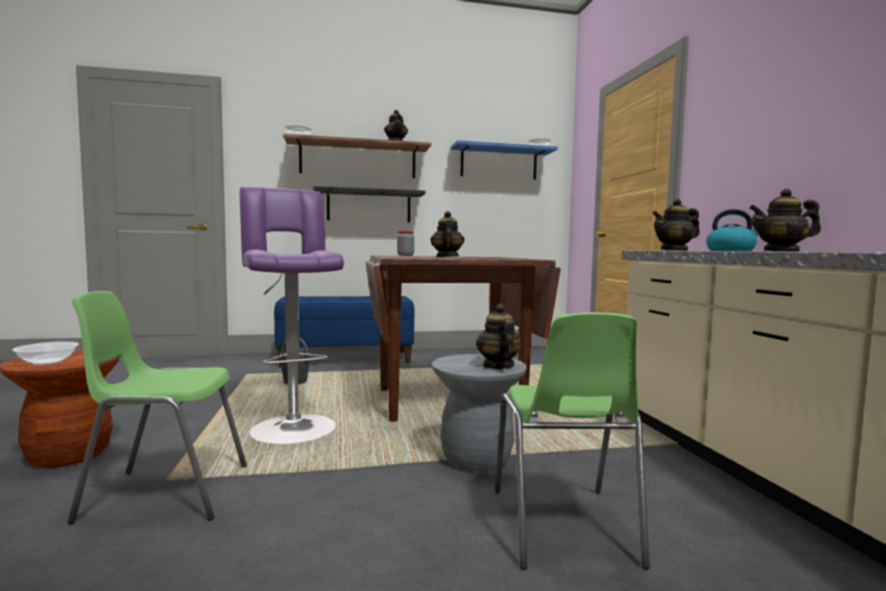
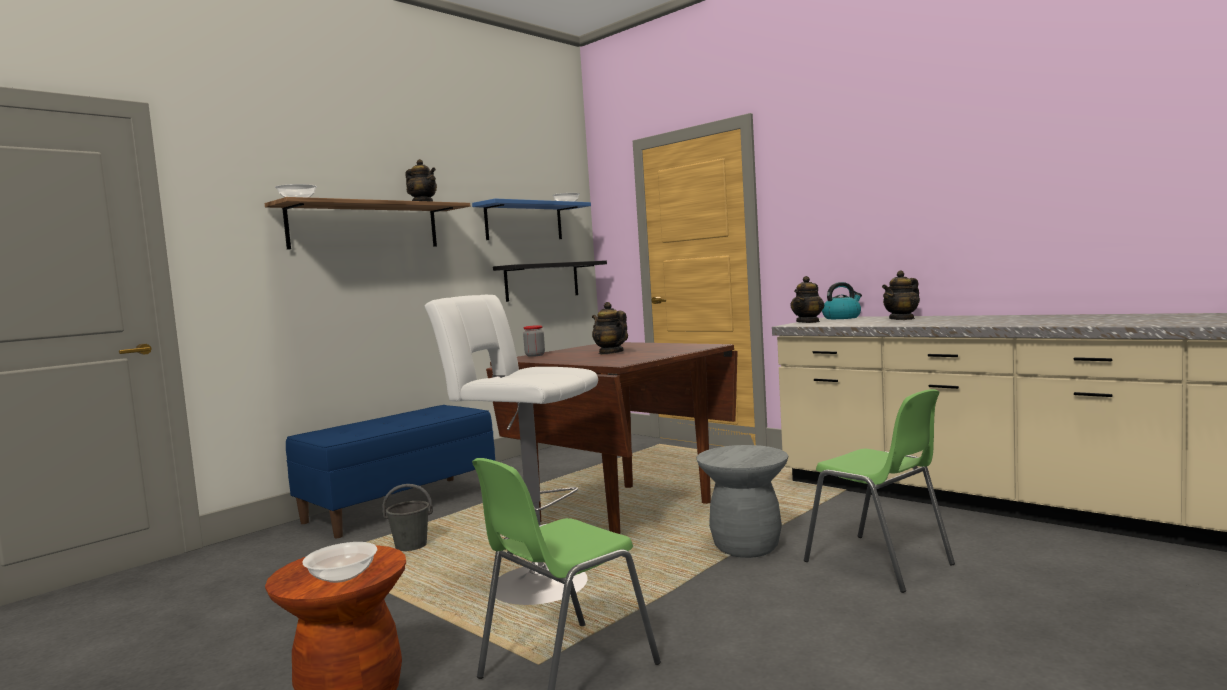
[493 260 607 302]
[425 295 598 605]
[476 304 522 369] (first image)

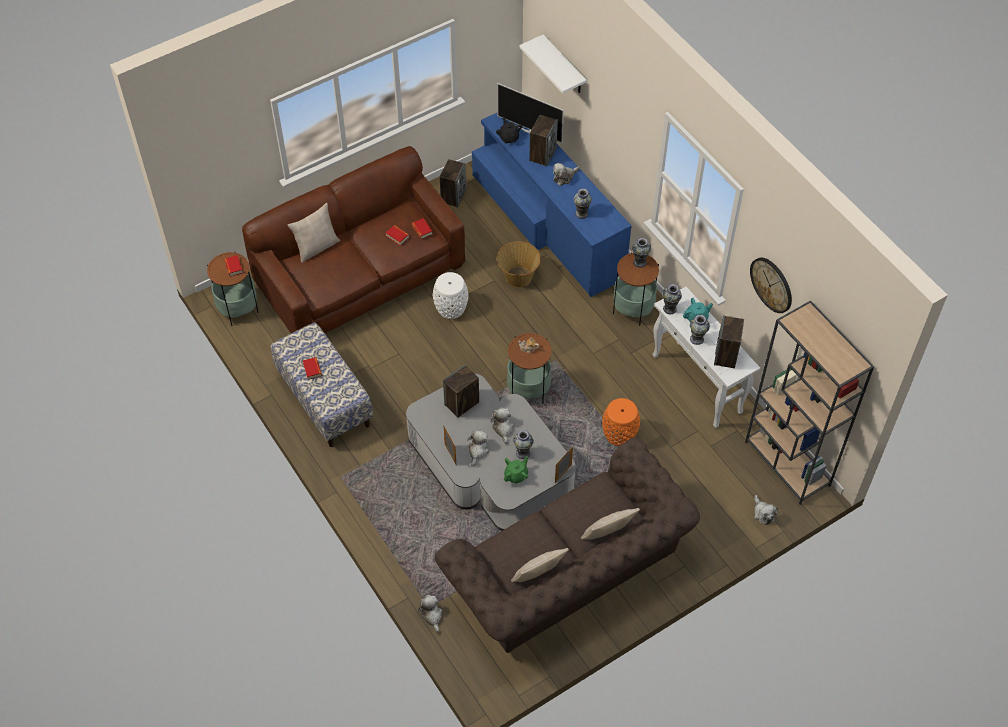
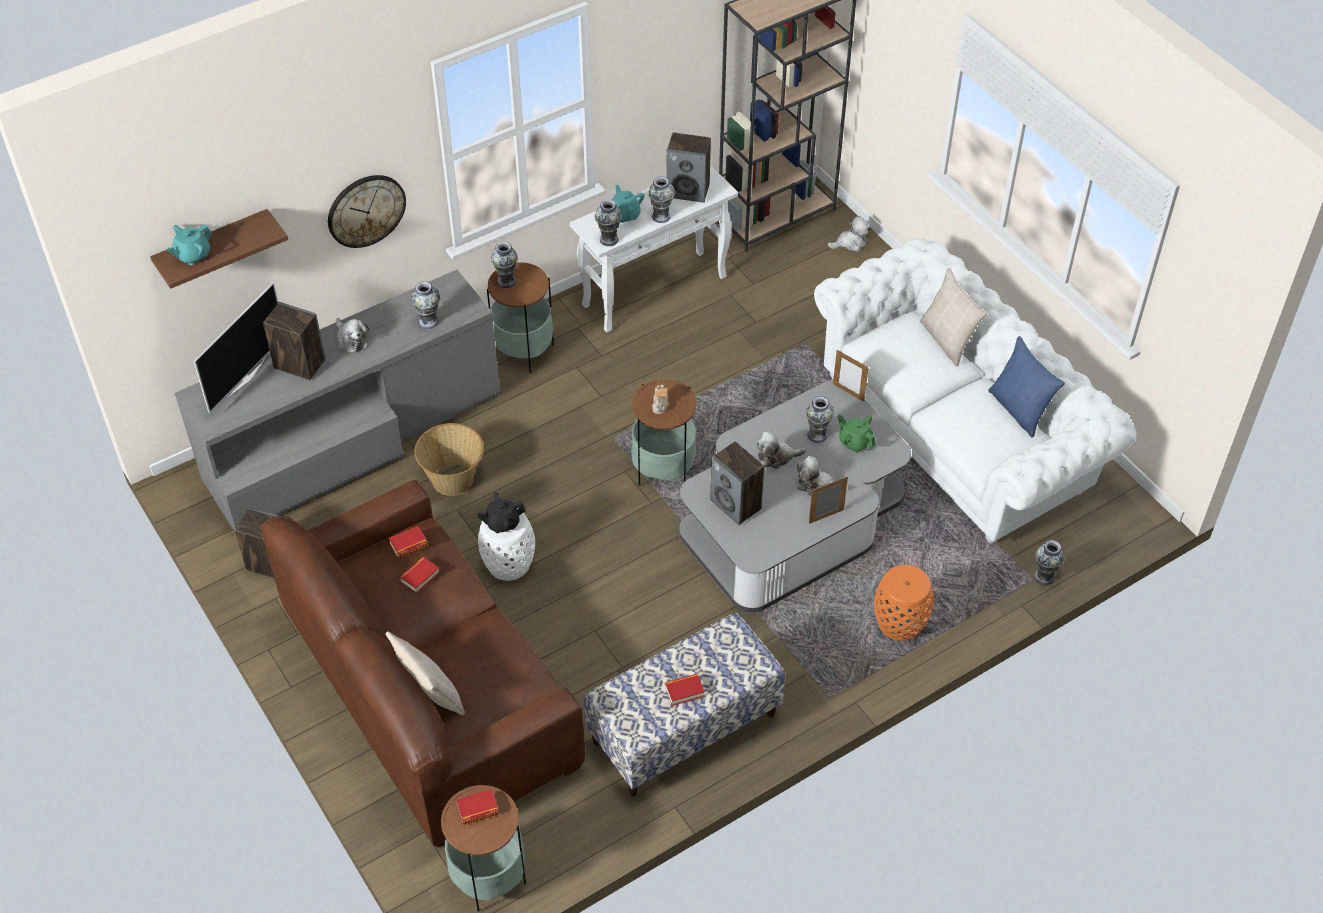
[150 209 288 289]
[175 270 500 532]
[477 492 526 533]
[328 175 406 248]
[874 565 934 641]
[814 238 1137 544]
[988 336 1065 437]
[1034 540 1064 585]
[166 224 212 265]

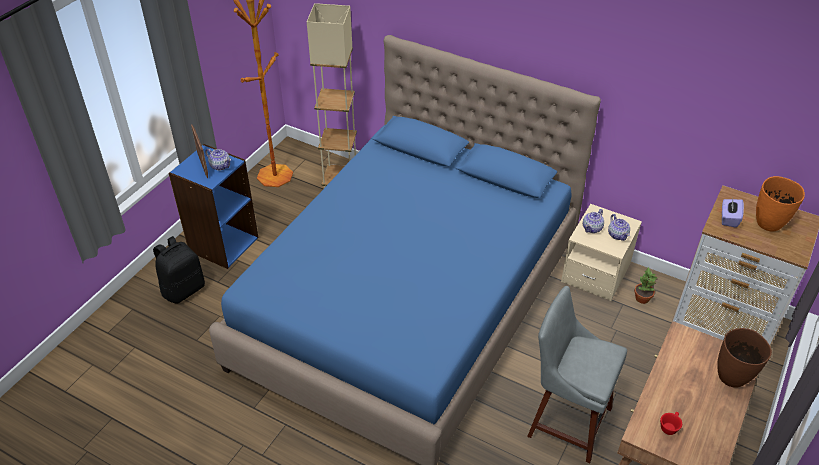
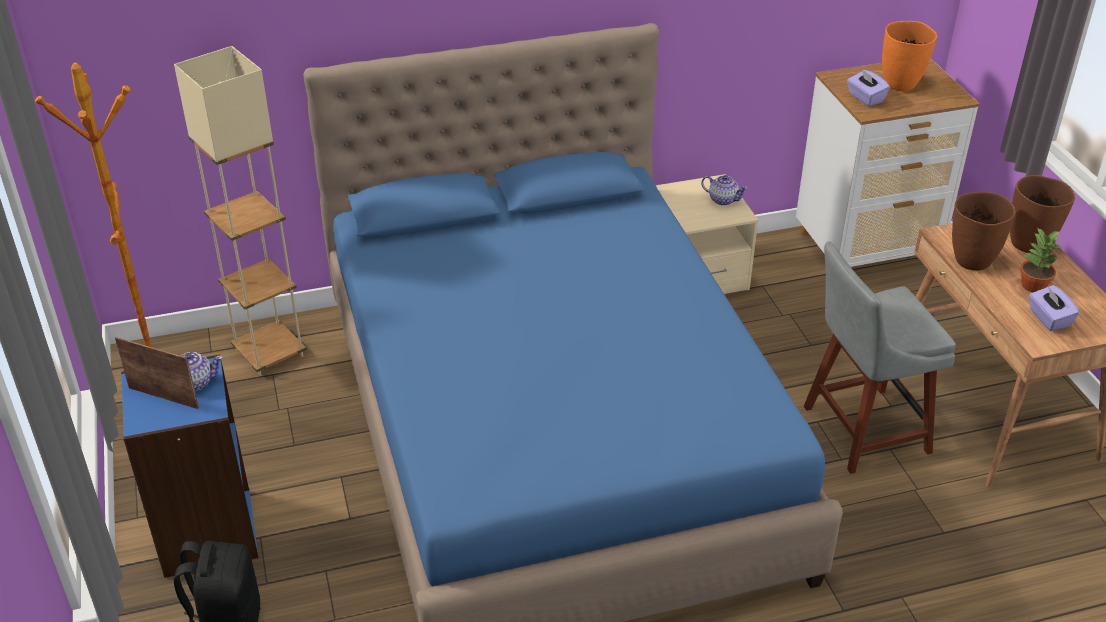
[583 209 604 233] (first image)
[1020 227 1061 292]
[1029 285 1079 331]
[952 192 1016 271]

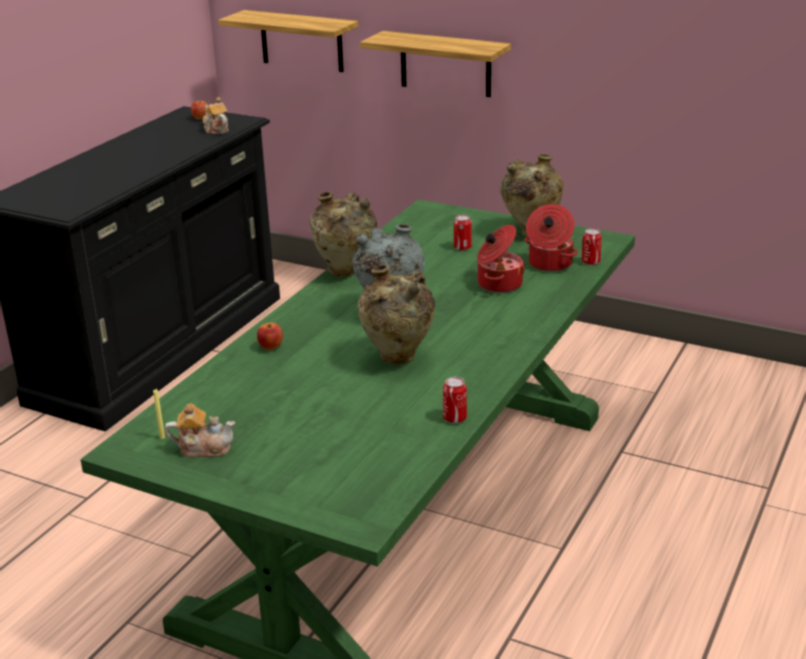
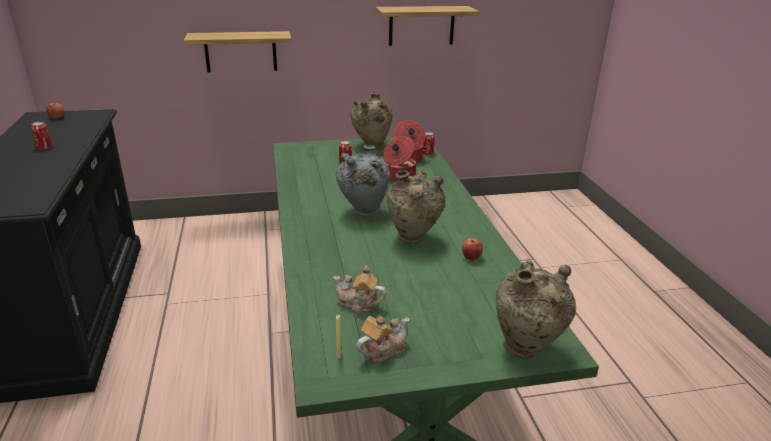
[376 6 479 46]
[333 266 386 313]
[495 260 576 359]
[462 238 483 260]
[31 122 52 150]

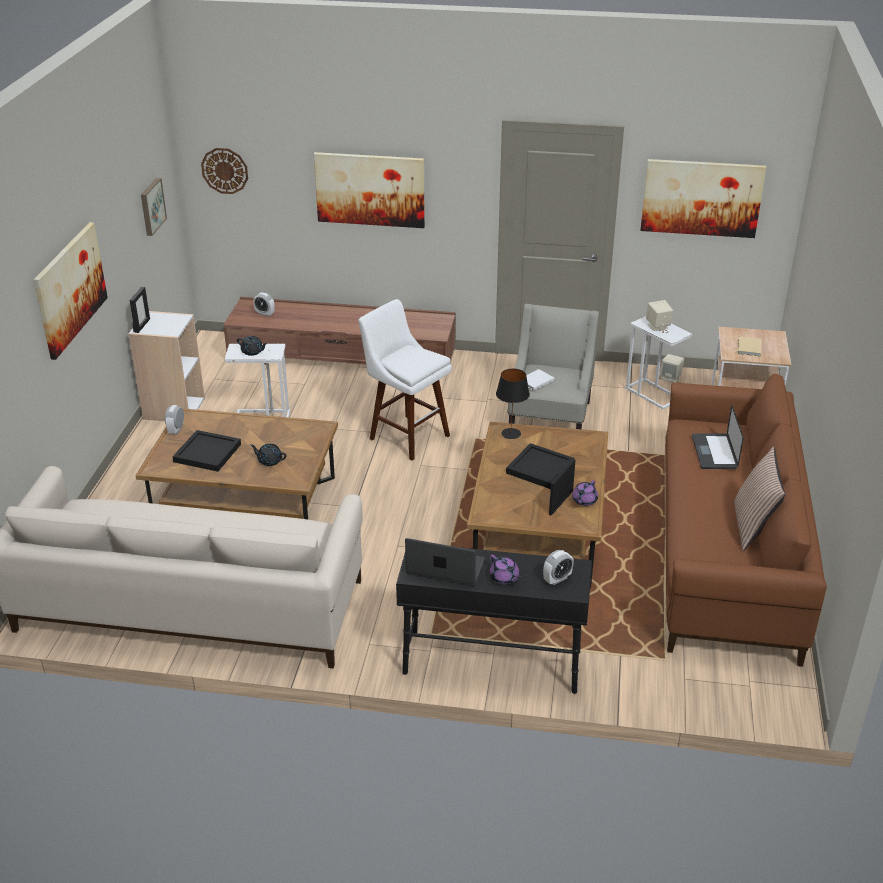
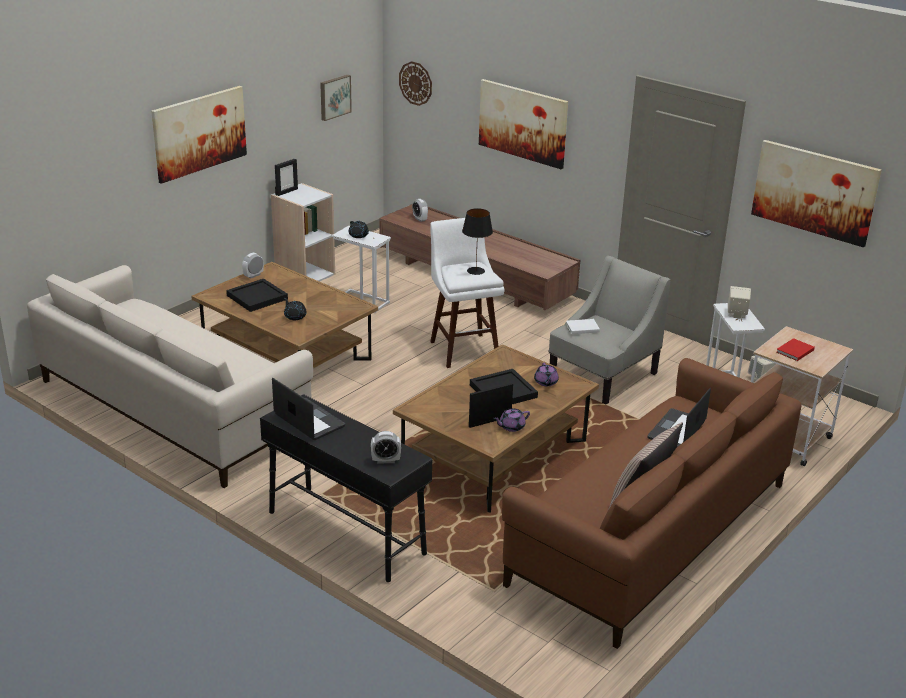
[776 338 815 361]
[462 208 493 275]
[534 363 559 386]

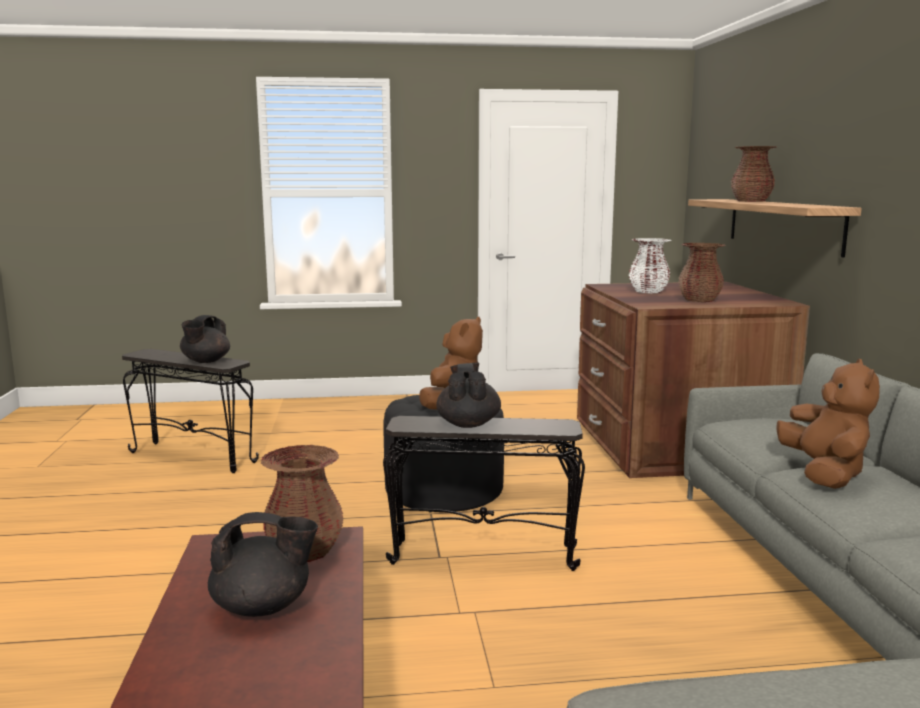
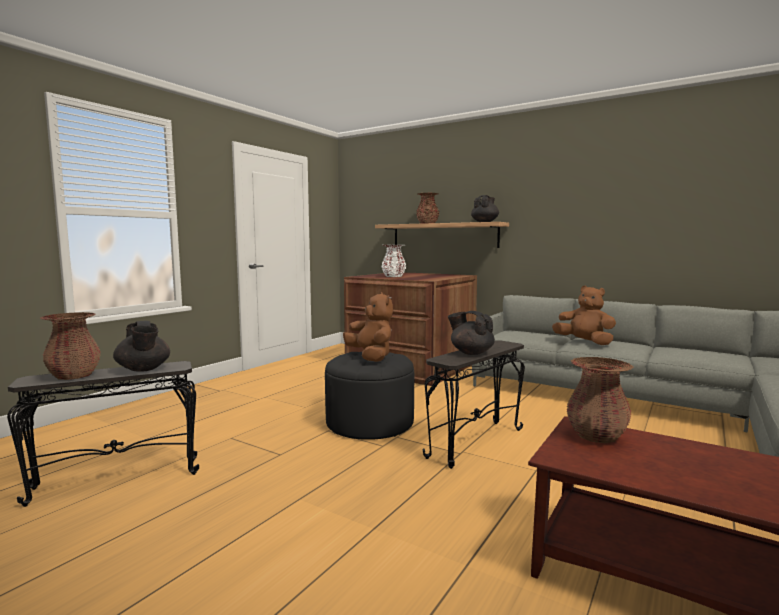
[41 312 101 380]
[471 195 499 222]

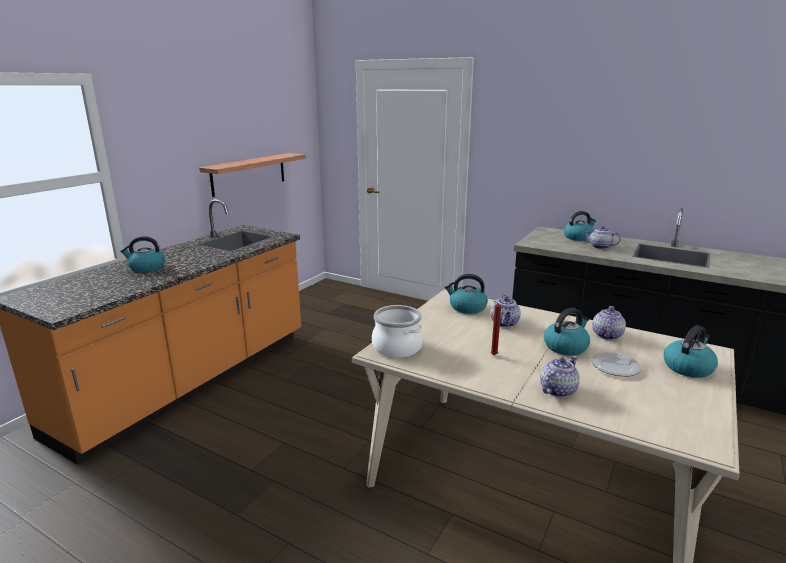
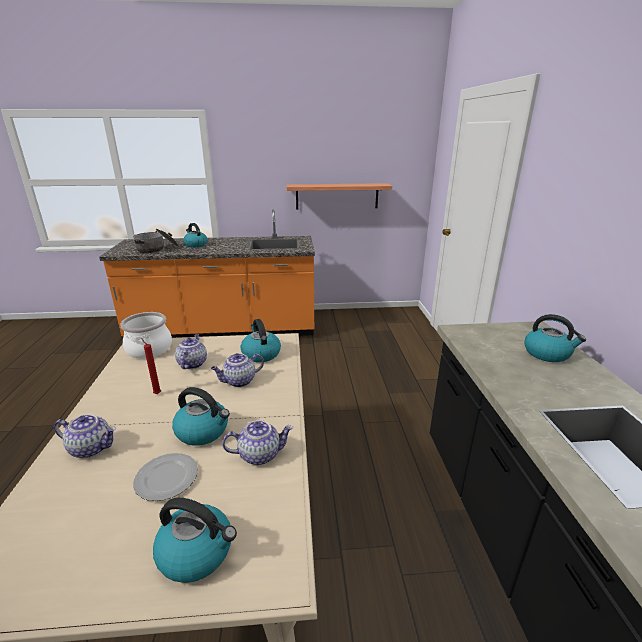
[175 334 207 369]
[133 229 179 253]

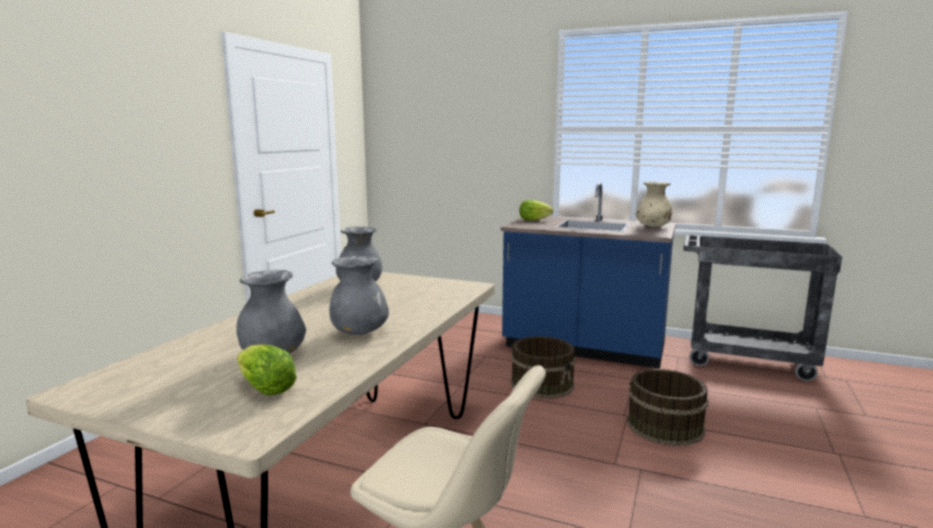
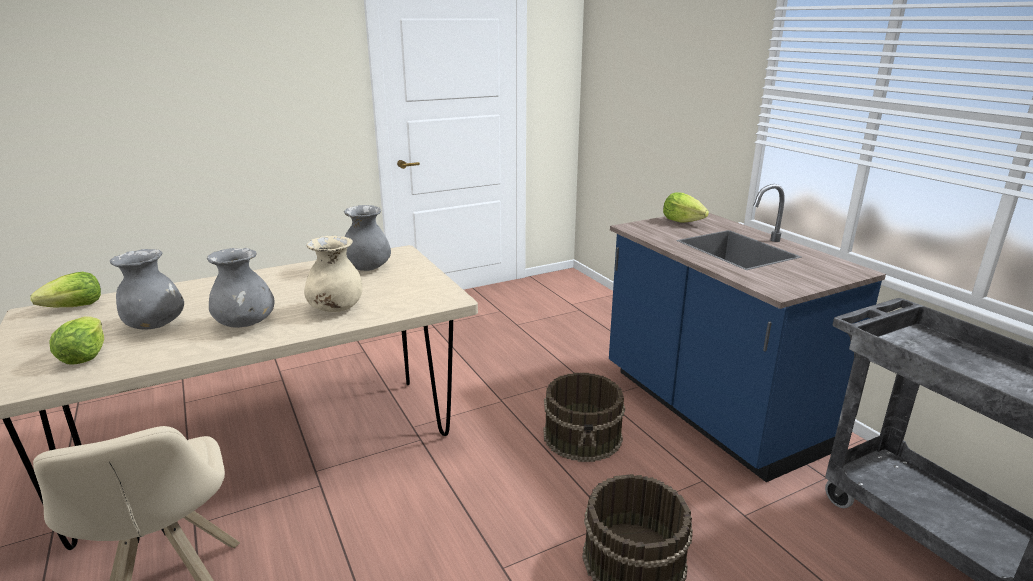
[304 236 363 312]
[30 272 101 308]

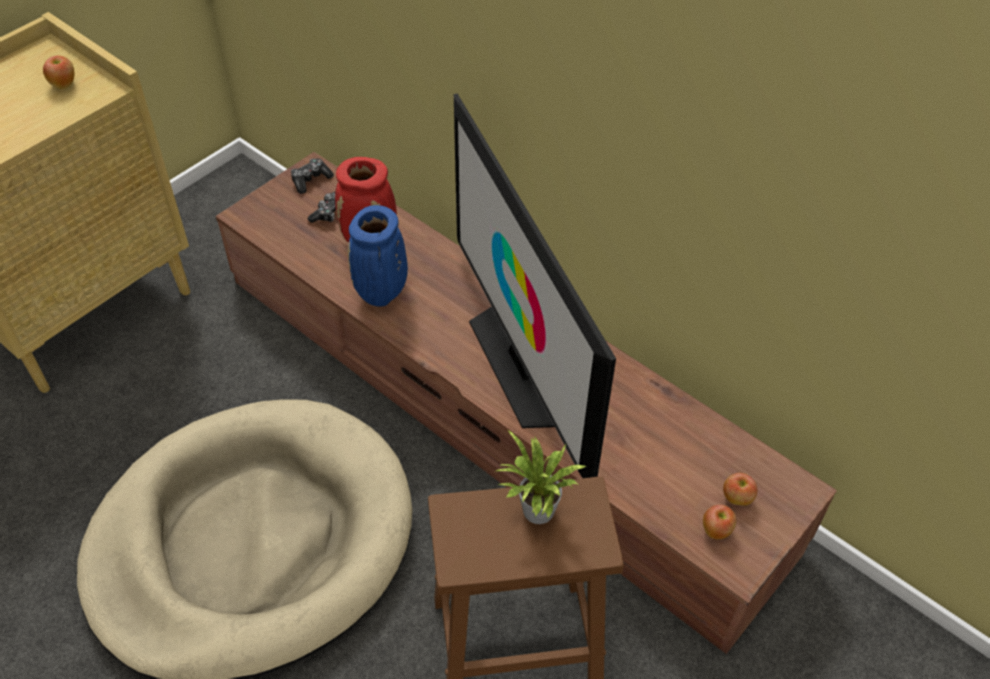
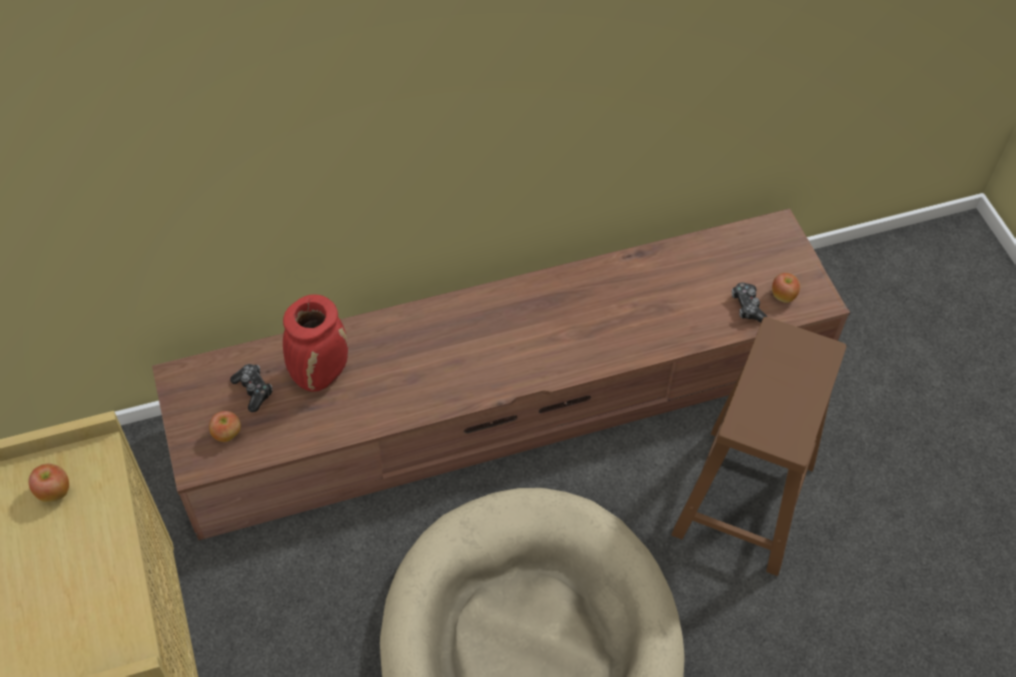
[454 93 616 478] (first image)
[732 282 767 323]
[348 205 408 307] (first image)
[496 430 587 524] (first image)
[209 411 241 442]

